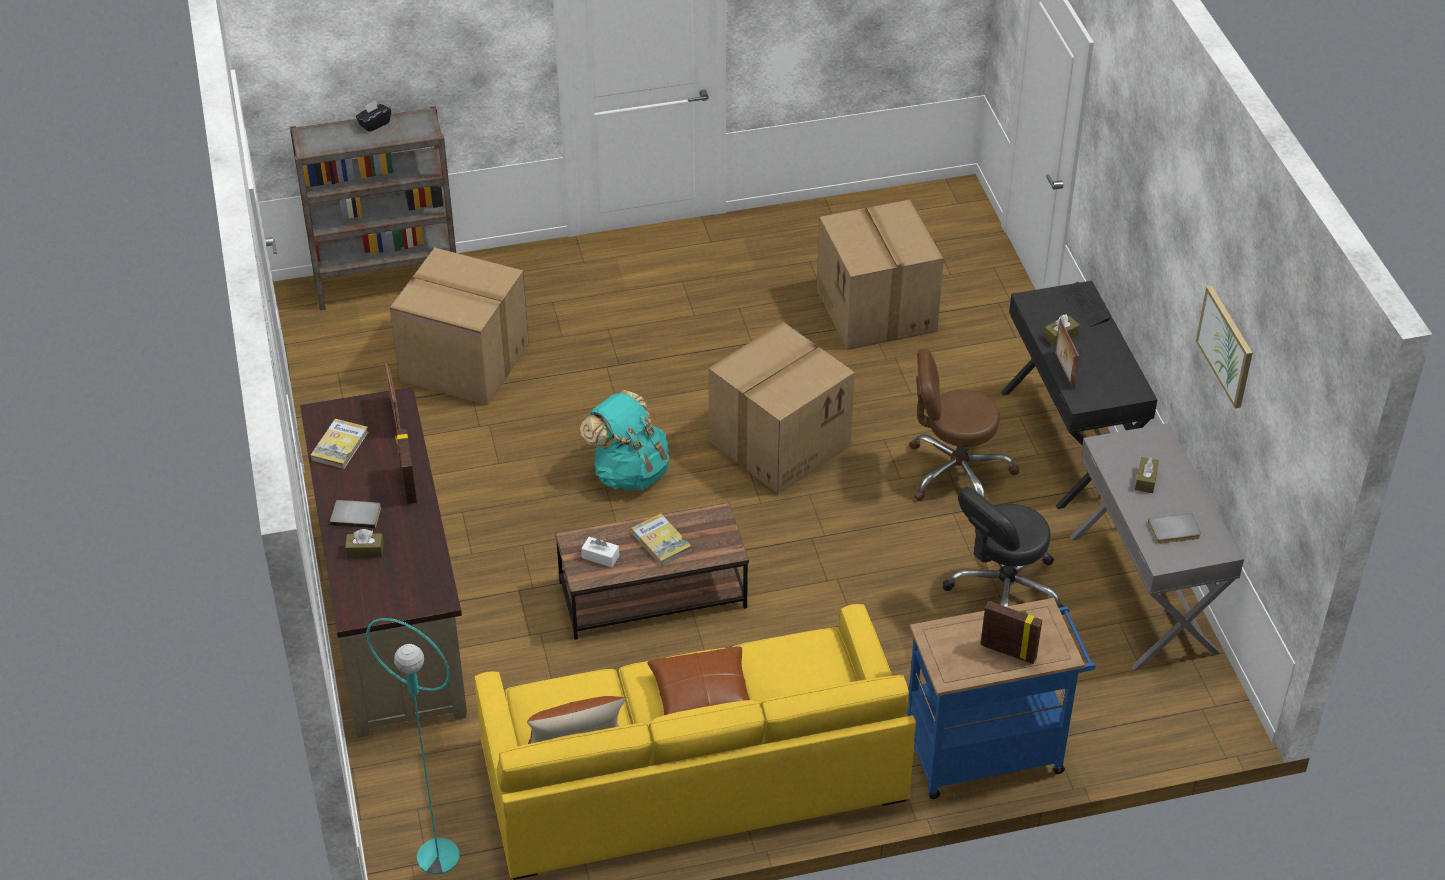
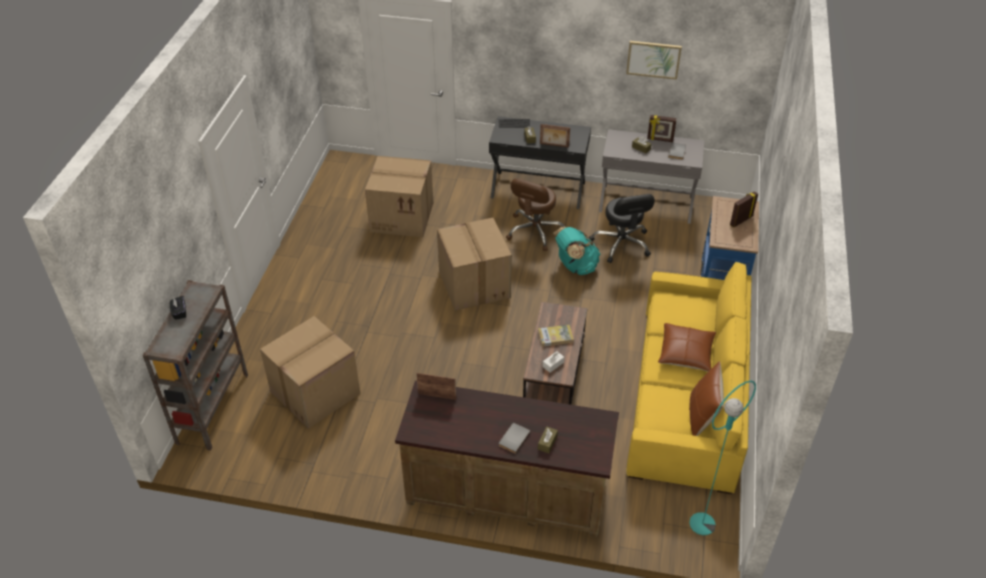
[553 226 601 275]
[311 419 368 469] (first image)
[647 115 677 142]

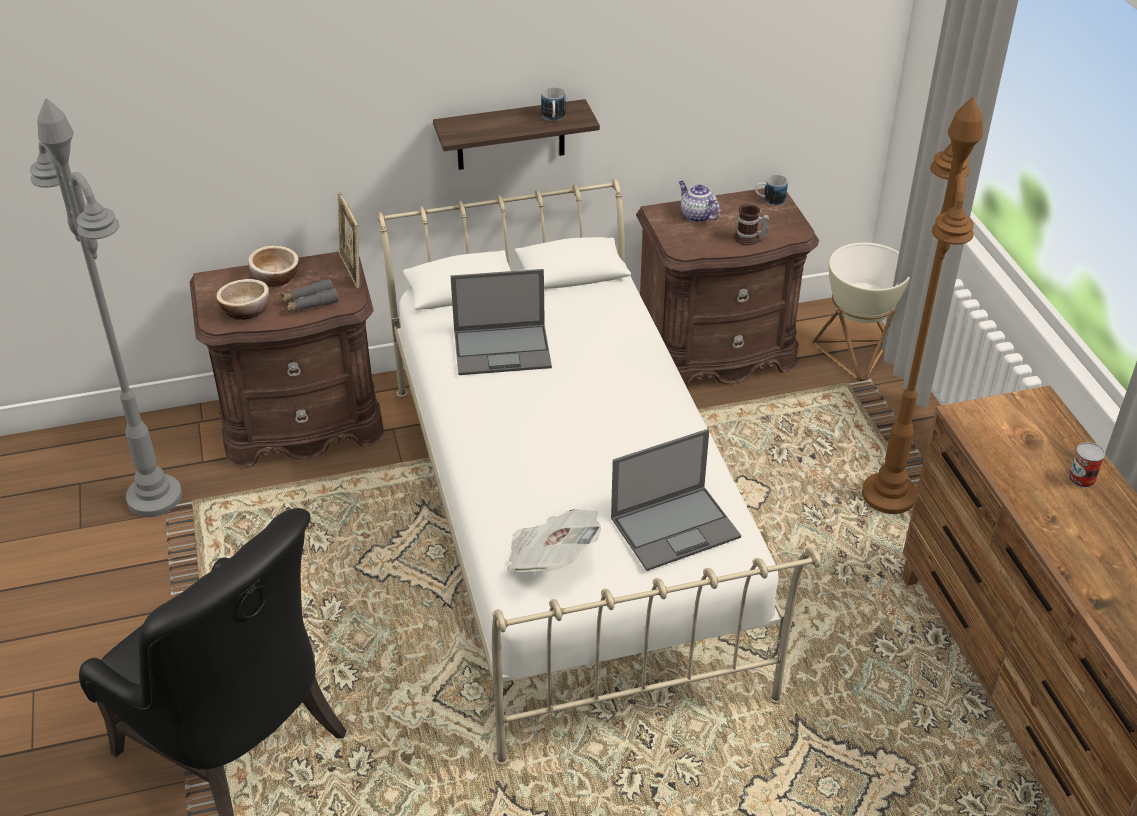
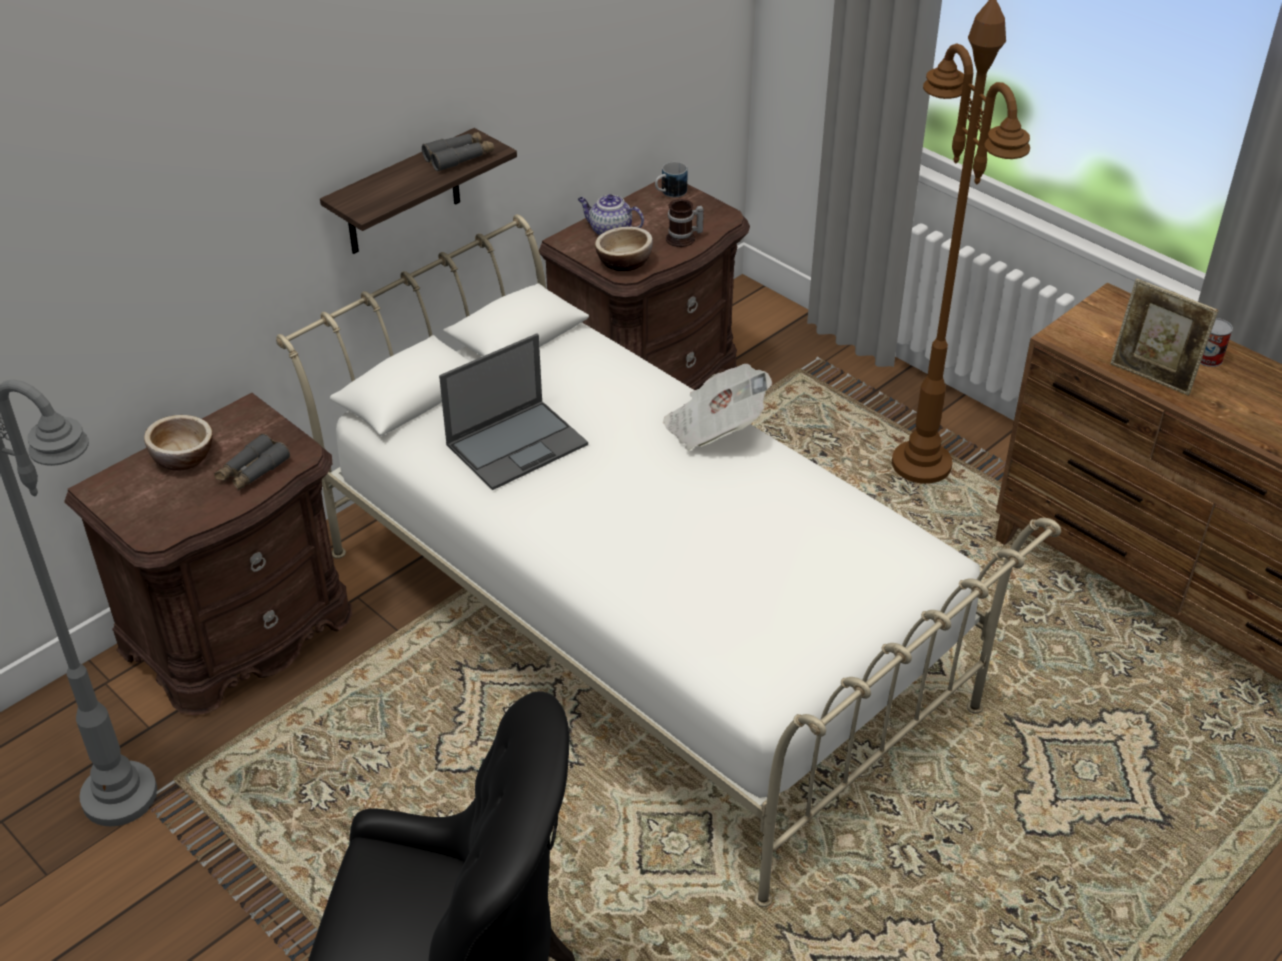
[422 132 494 172]
[1110 279 1219 396]
[813 242 910 381] (first image)
[595 227 653 271]
[611 429 741 571] (first image)
[663 364 772 451]

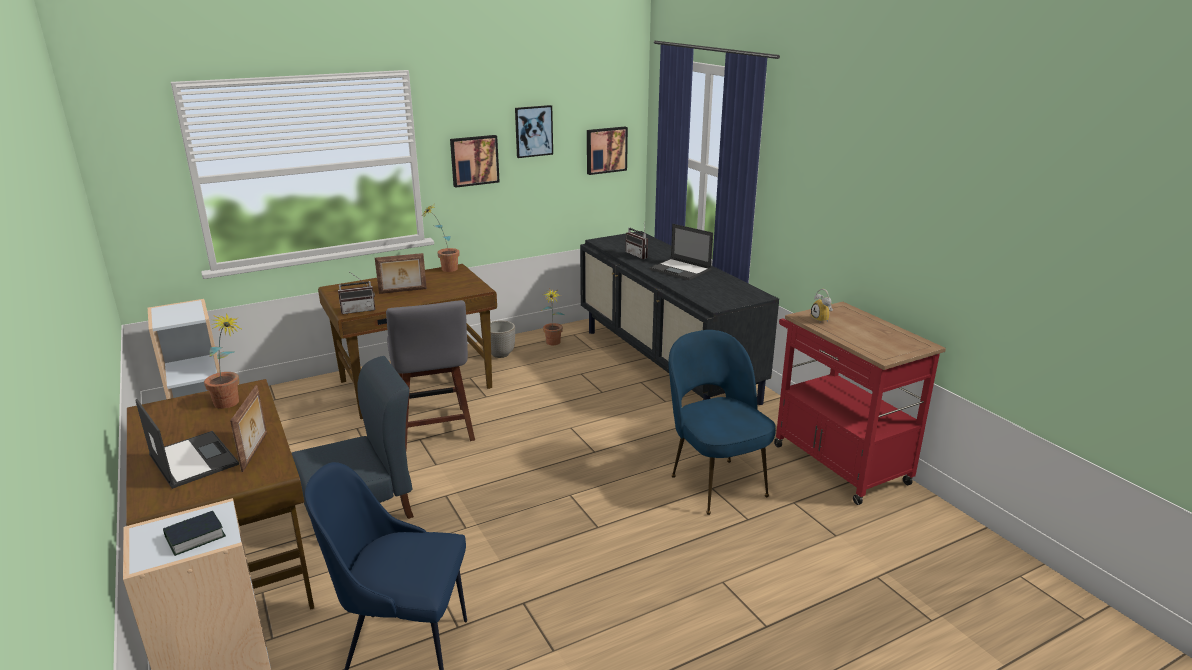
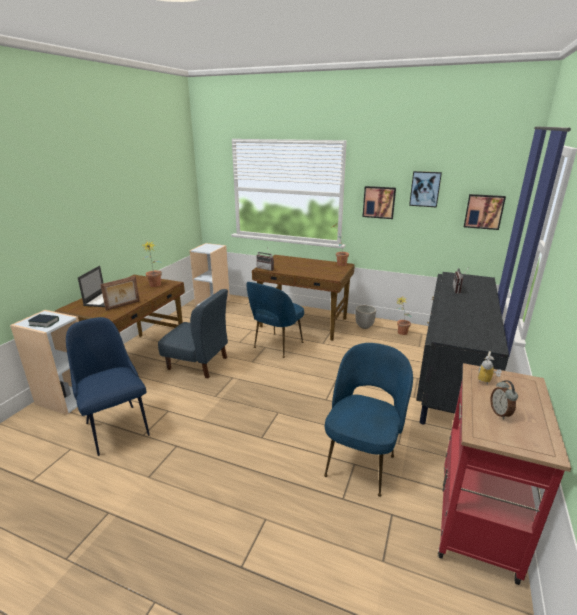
[649 224 713 280] (first image)
[375 253 427 294] (first image)
[246 282 304 358]
[490 380 518 420]

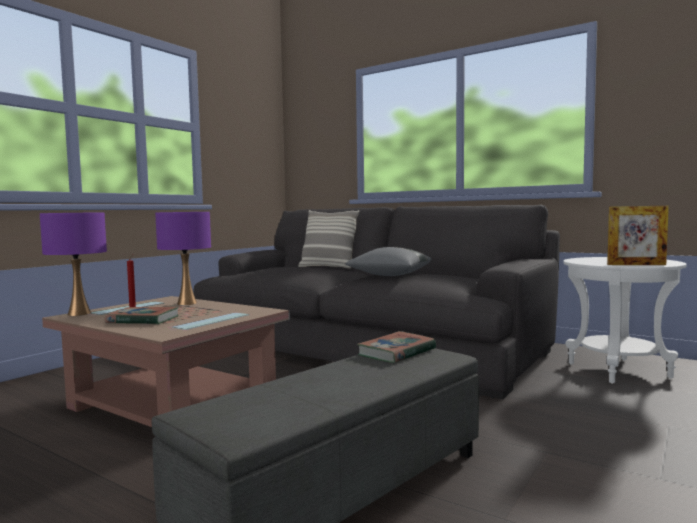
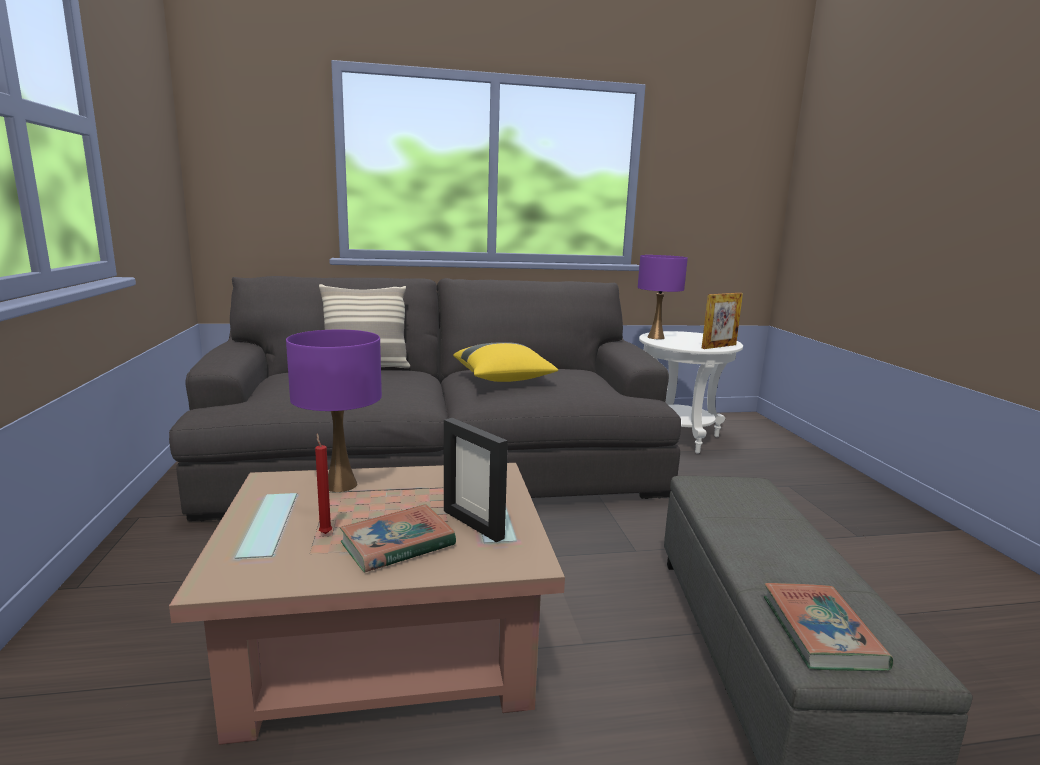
[638 255 688 339]
[453 342 558 382]
[764 583 893 671]
[444 418 508 542]

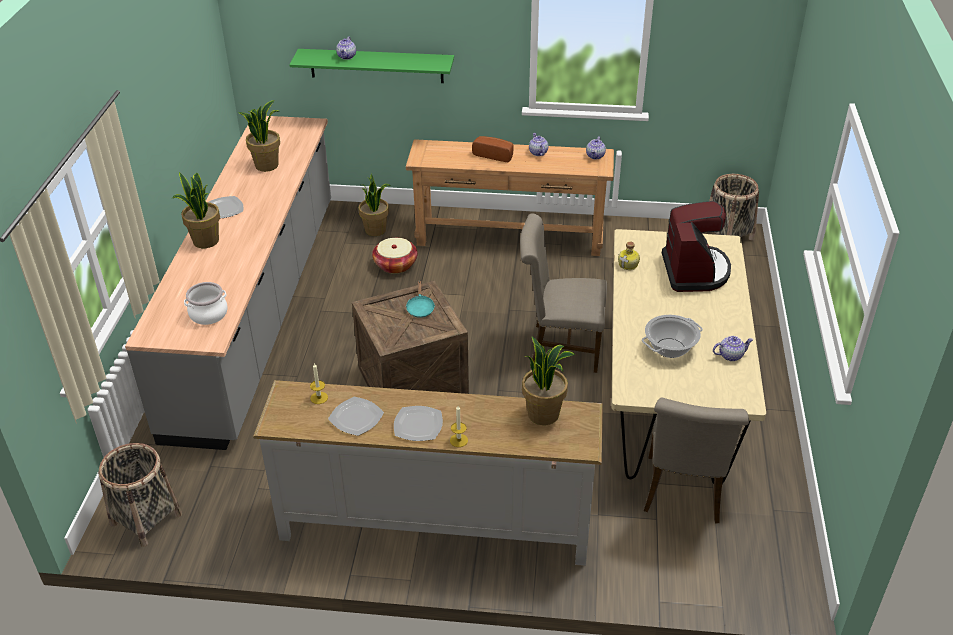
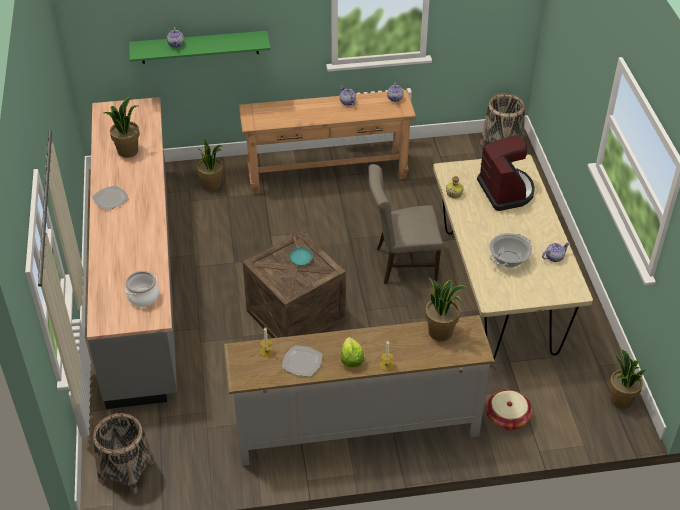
[472 136 514 162] (first image)
[609 349 646 409]
[486 390 532 431]
[644 397 749 523] (first image)
[341 337 364 368]

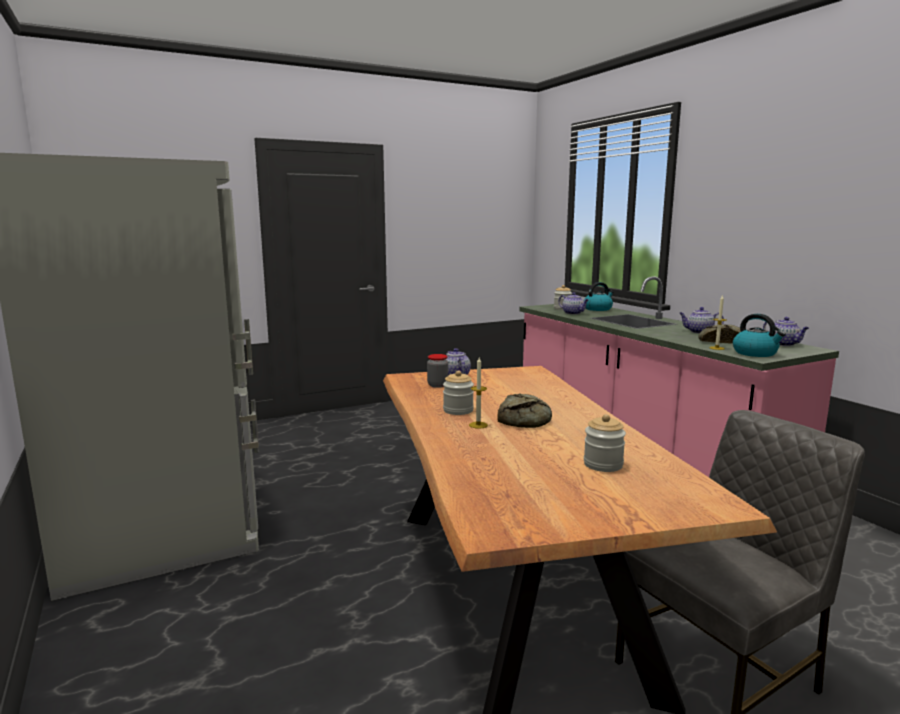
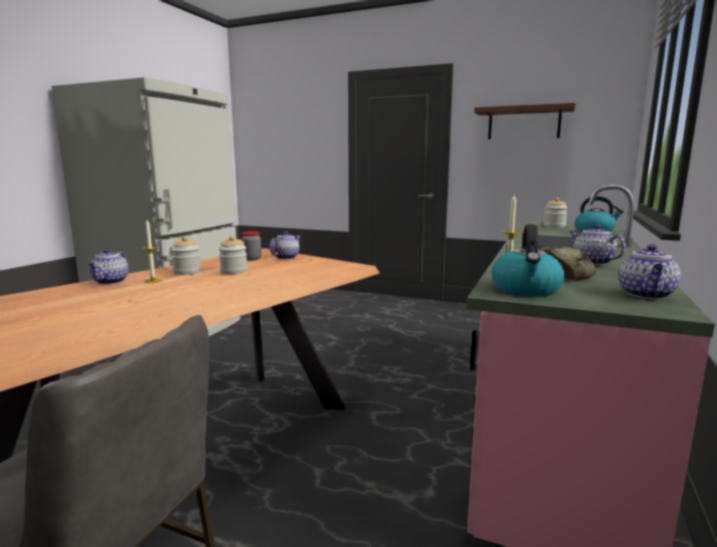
[88 249 129 284]
[497 394 552 428] (first image)
[219 236 247 274]
[474 103 575 139]

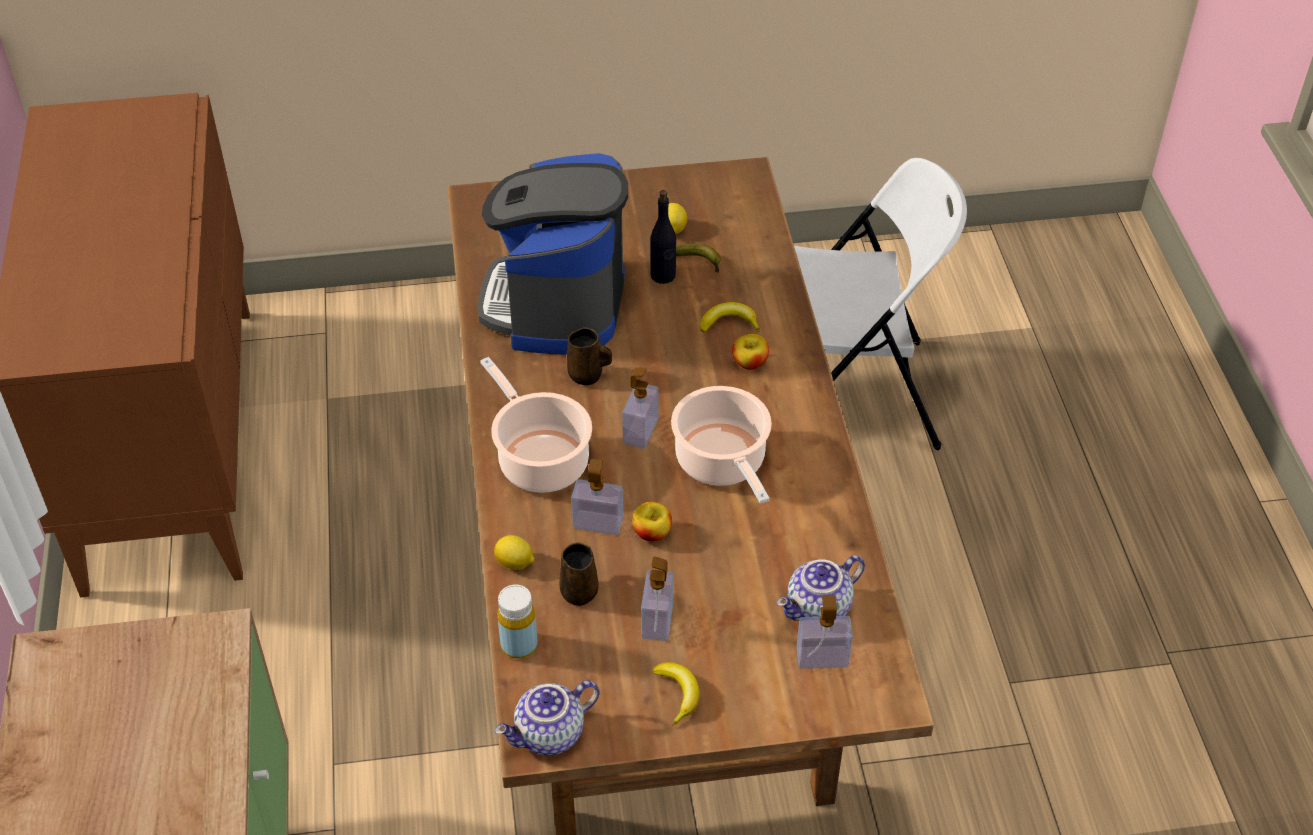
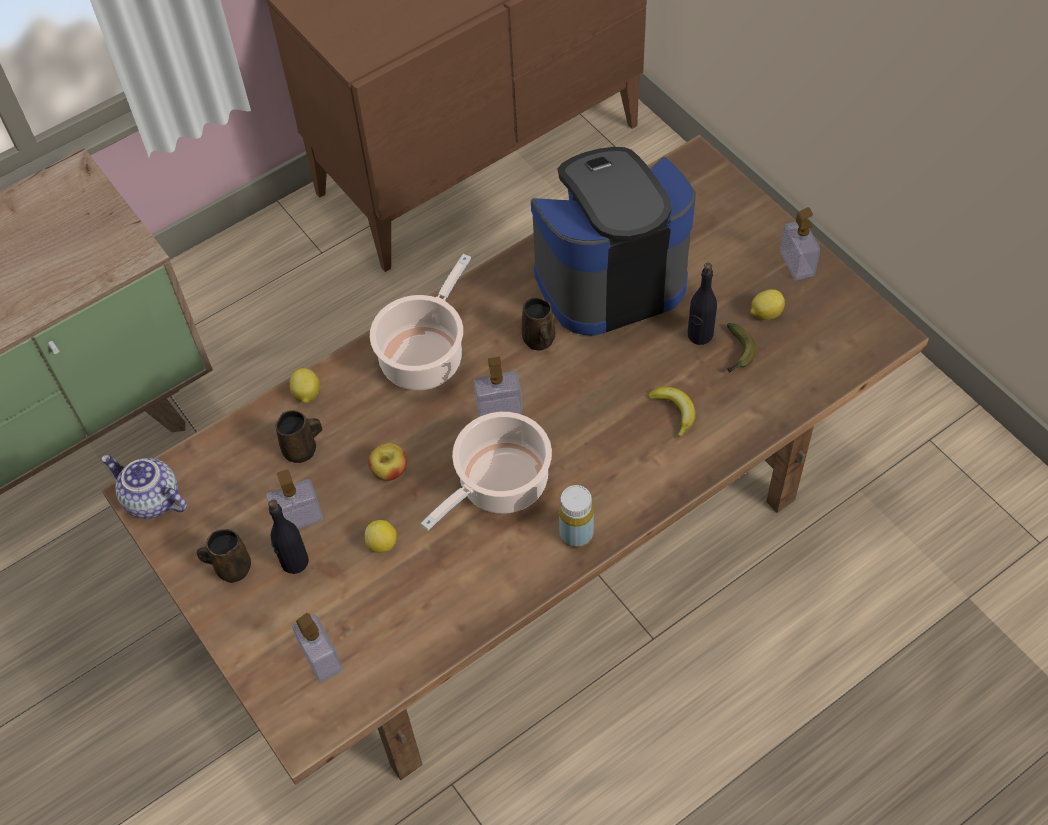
[794 158 967 450] (first image)
[732 334 769 370] (first image)
[780 207 820 281]
[777 555 865 621] (first image)
[559 485 594 548]
[197 529 251 583]
[268 500 309 574]
[365 520 397 553]

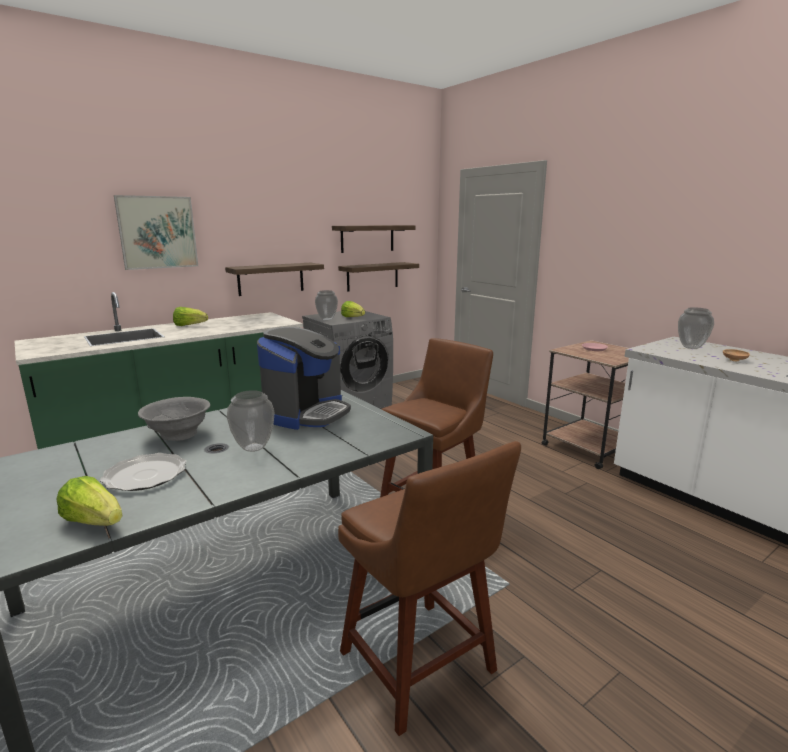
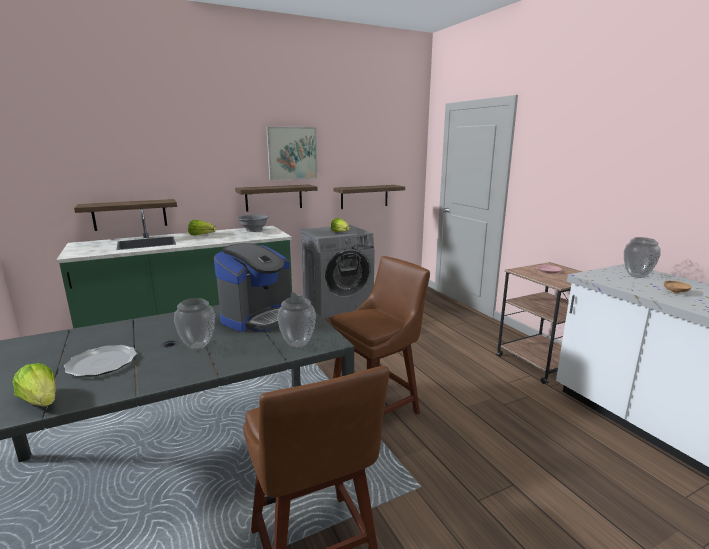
[266 127 318 180]
[74 199 177 231]
[277 297 316 348]
[237 215 269 232]

